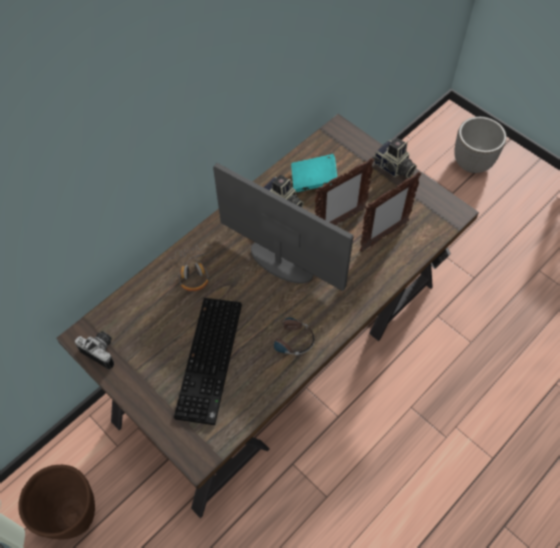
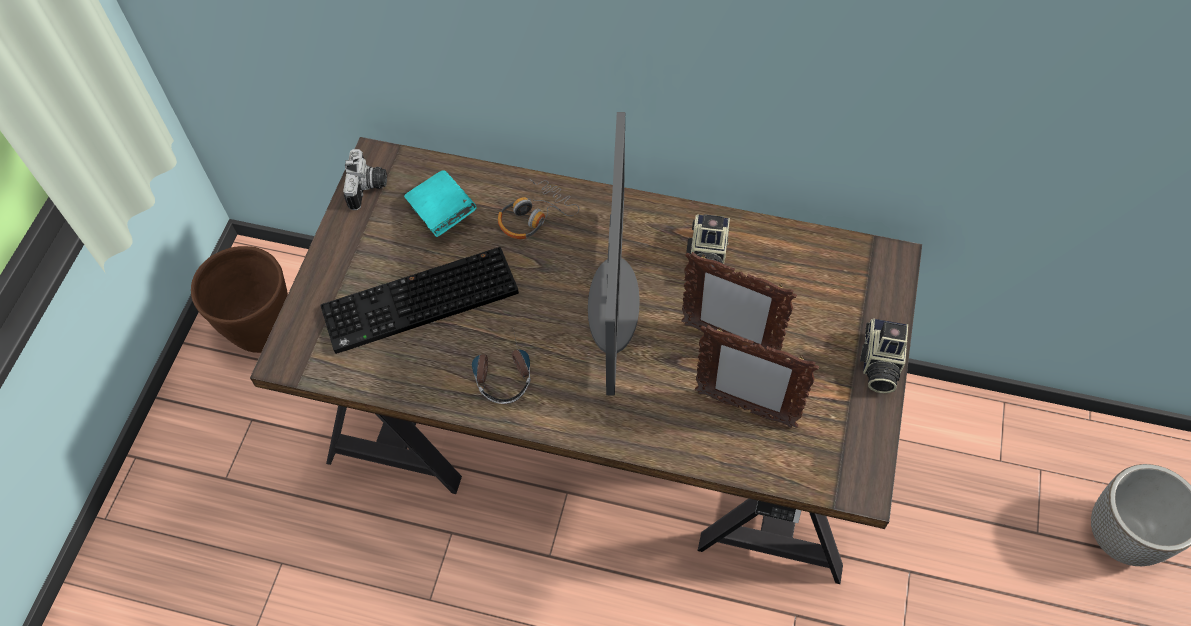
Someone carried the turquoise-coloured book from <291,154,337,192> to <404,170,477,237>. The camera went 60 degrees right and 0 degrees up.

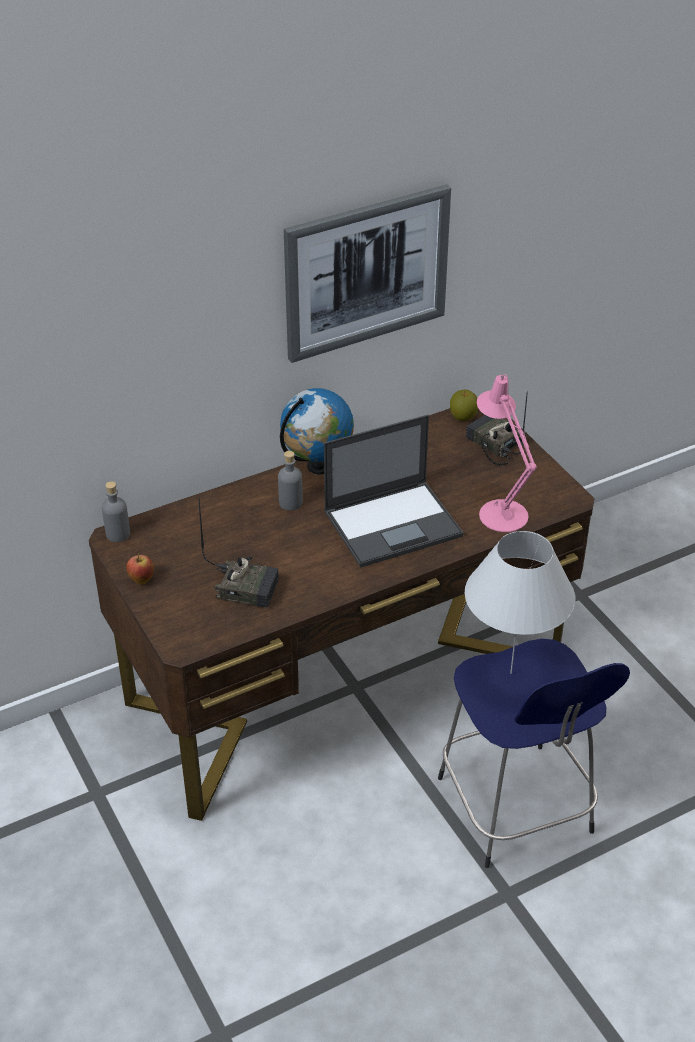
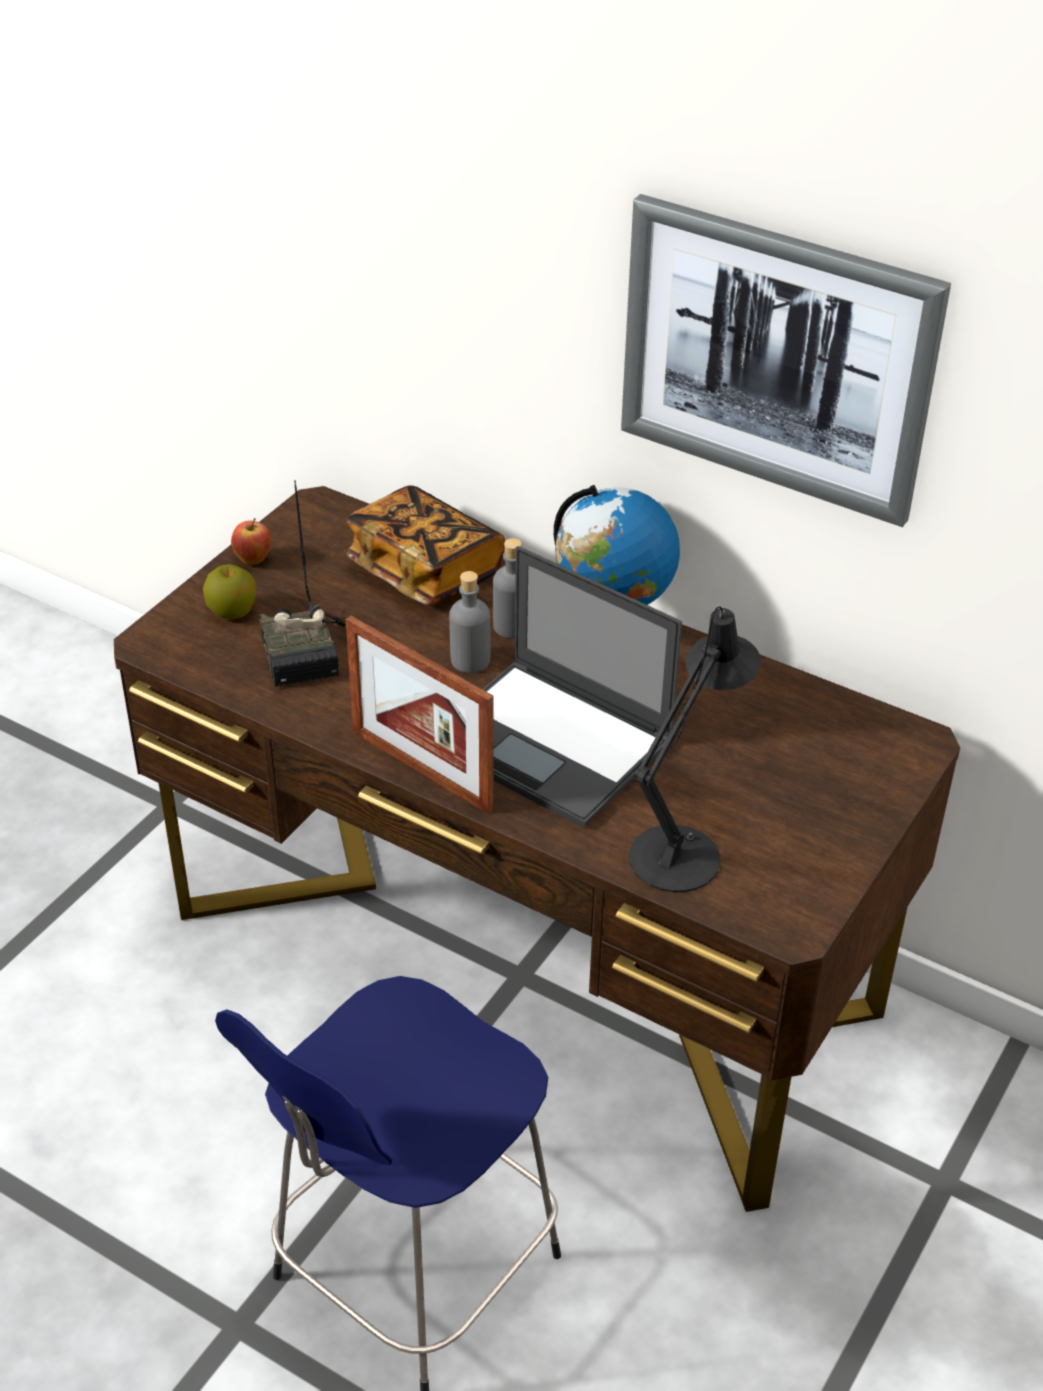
Someone carried the greyish bottle from <102,481,130,542> to <449,571,491,673>. Someone carried the apple fruit from <450,390,478,421> to <203,564,256,619>. Someone took away the whitish table lamp at <465,531,576,674>. Someone took away the radio receiver at <466,391,528,466>. Someone repainted the pinkish table lamp at <477,374,537,532>, which became the black-coloured table lamp at <629,606,761,892>. Someone put down the book at <344,485,505,606>. Someone put down the photo frame at <346,615,493,814>. The camera went 60 degrees right and 0 degrees up.

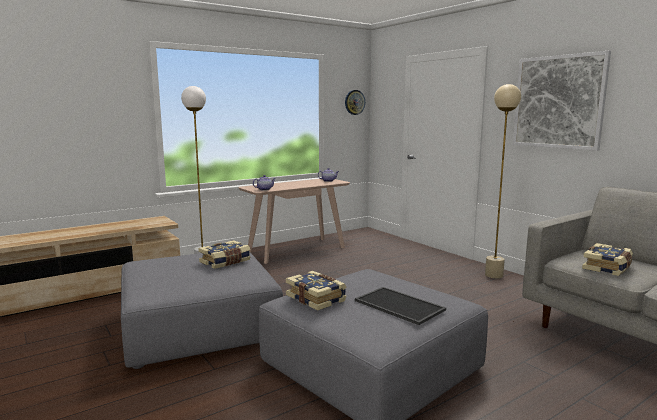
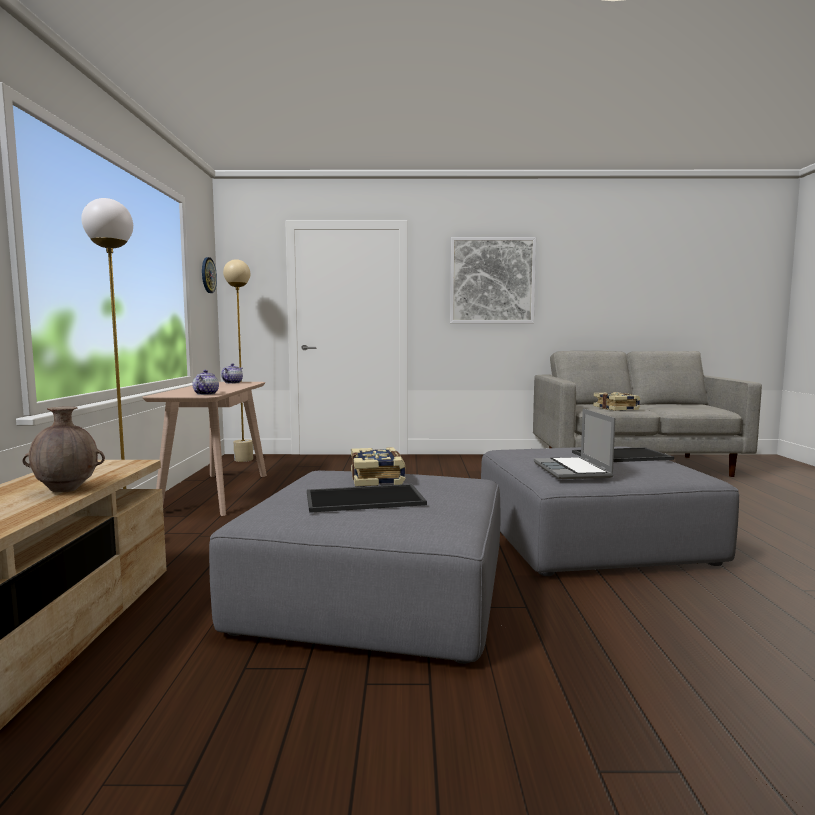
Someone swapped the book at <286,271,347,311> for the portable computer at <534,409,615,479>. Someone carried the beige-coloured standing lamp from <485,84,521,278> to <223,259,253,462>. Someone put down the brownish flower vase at <23,406,105,492>. Someone put down the tray at <307,484,427,513>. The camera went 55 degrees left and 5 degrees down.

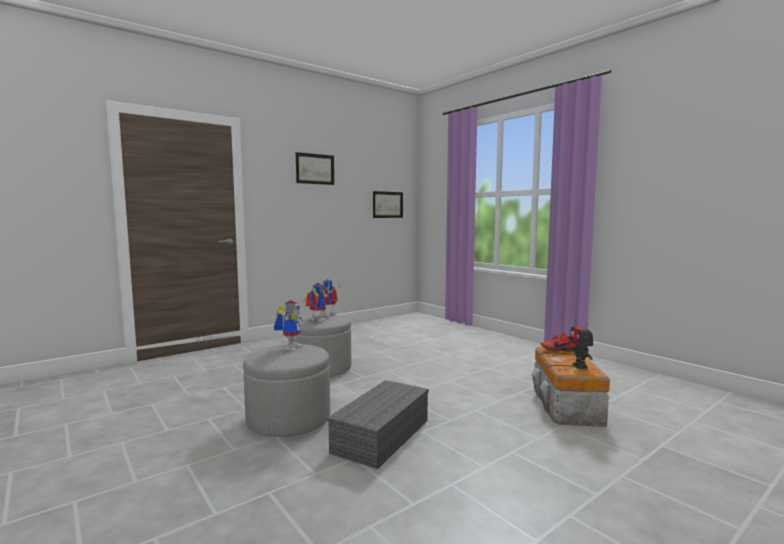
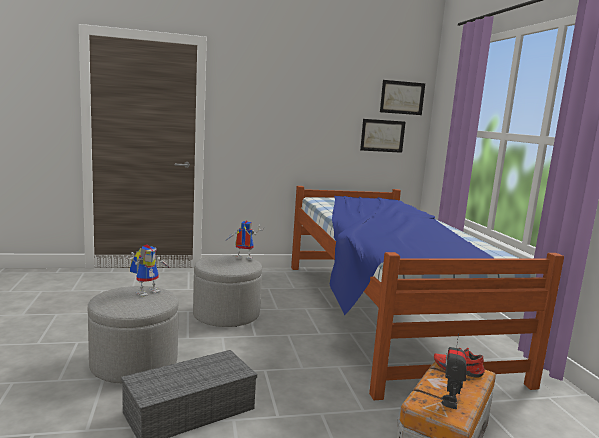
Someone carried the wall picture from <296,152,334,185> to <380,80,425,115>. Someone took away the model robot at <301,283,333,322>. Someone put down the sleeping bed at <291,186,564,400>. The camera went 25 degrees right and 5 degrees up.

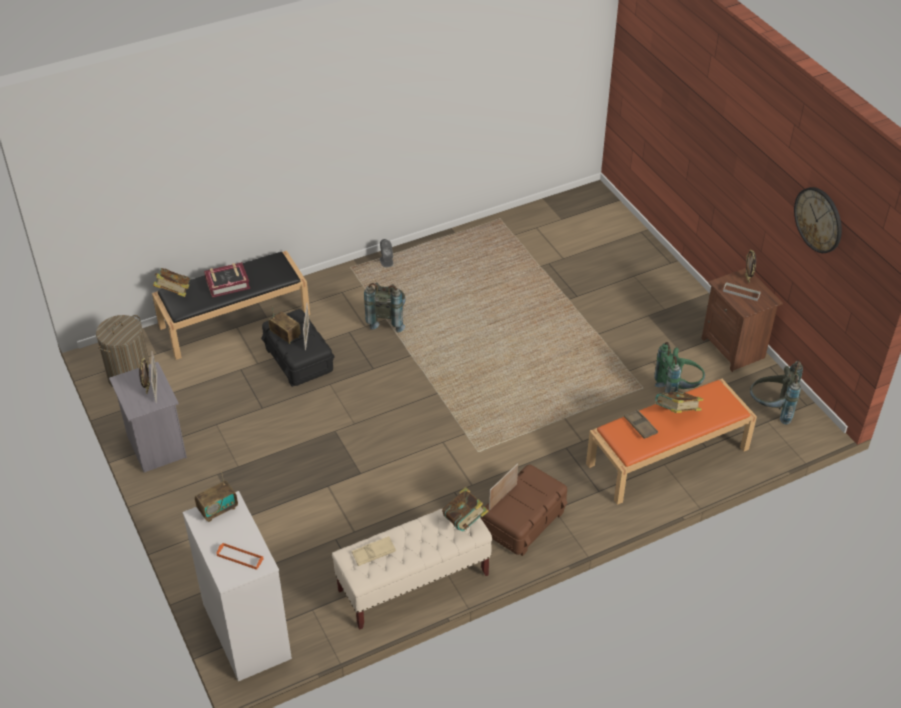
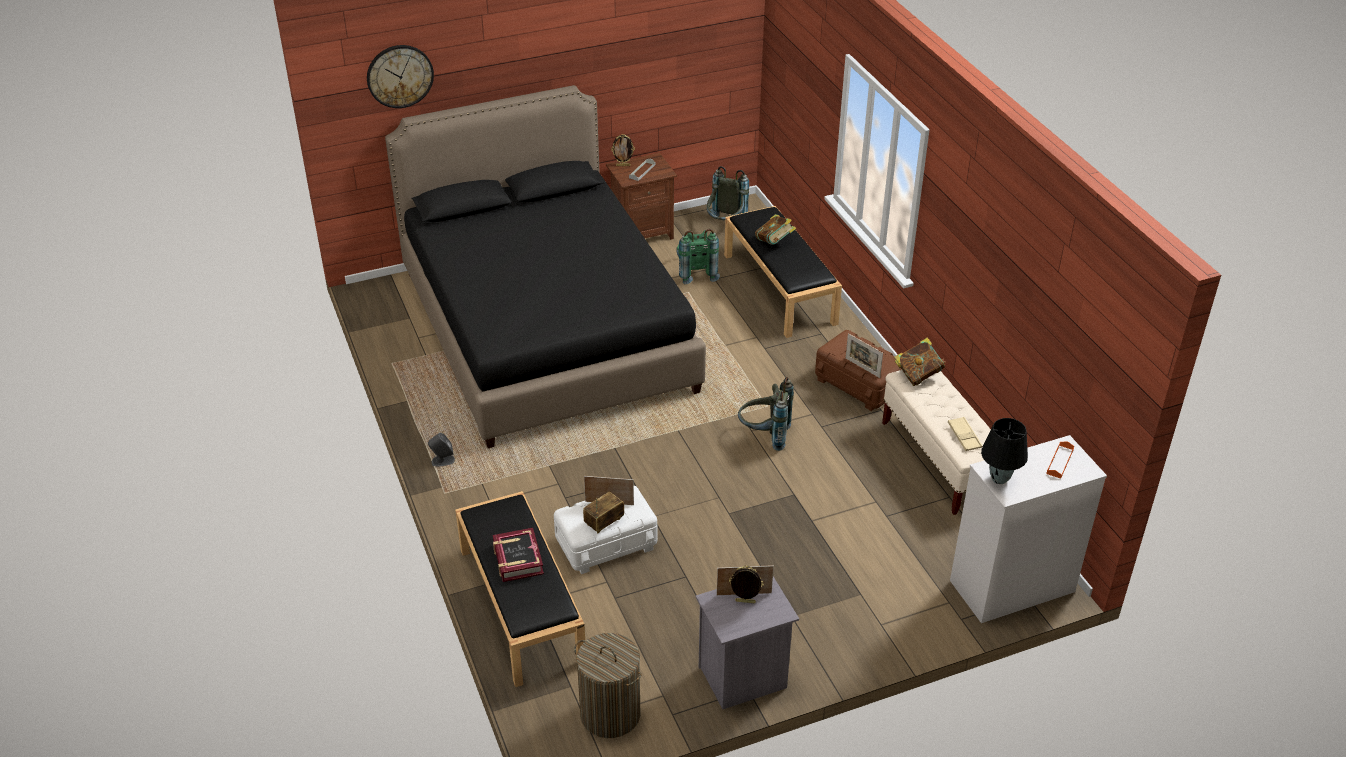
Someone took away the book at <153,268,190,297>. Someone swapped the radio receiver at <195,471,238,522> for the black-coloured table lamp at <981,418,1028,484>. Someone repainted the black-coloured storage container at <261,309,335,387>, which became the whitish storage container at <554,486,657,574>. Someone carried the greyish rucksack from <364,282,405,333> to <738,377,794,451>. Someone repainted the orangey bench at <586,379,757,505>, which became the black-coloured bench at <724,206,842,338>. Someone took away the brownish tray at <624,410,658,439>. Someone carried the clock on the wall from <794,187,842,253> to <367,45,434,108>. Someone put down the black-coloured sleeping bed at <385,85,706,448>. The camera went 85 degrees left and 5 degrees down.

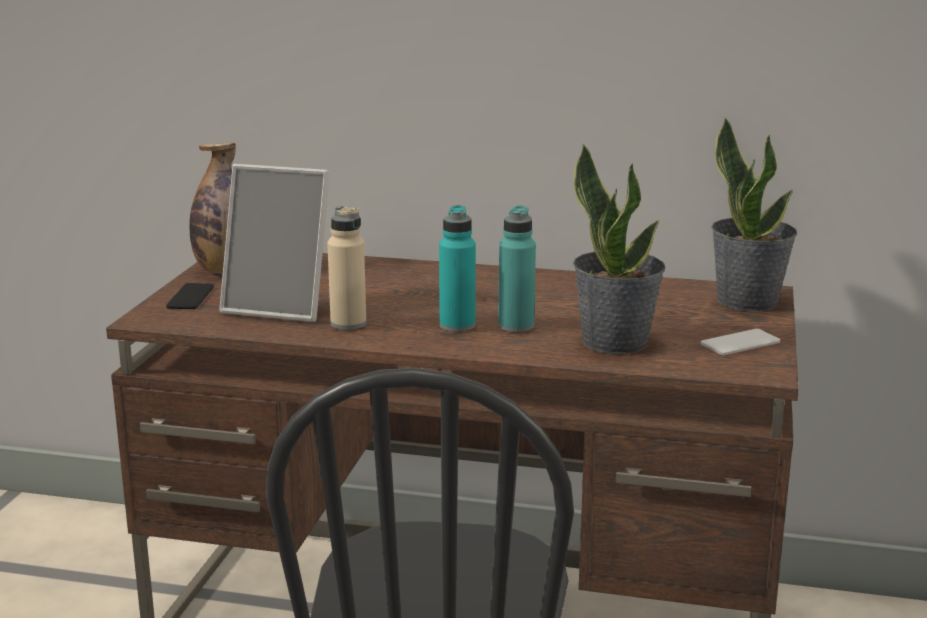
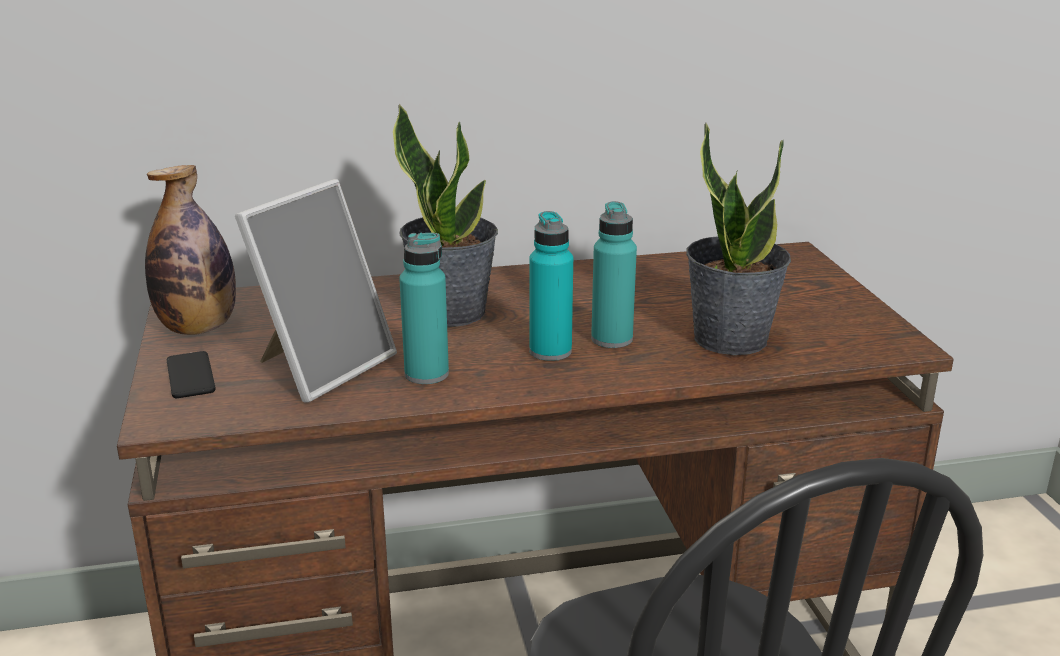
Someone rotated the photo frame at <219,164,330,322> by 45 degrees counterclockwise. Someone repainted the beige-coloured bottle at <327,206,366,330>, which became the turquoise-coloured bottle at <399,233,449,384>. Someone took away the handset at <701,329,780,355>. Someone carried the potted plant from <711,117,797,311> to <393,104,498,327>. The camera went 25 degrees left and 5 degrees up.

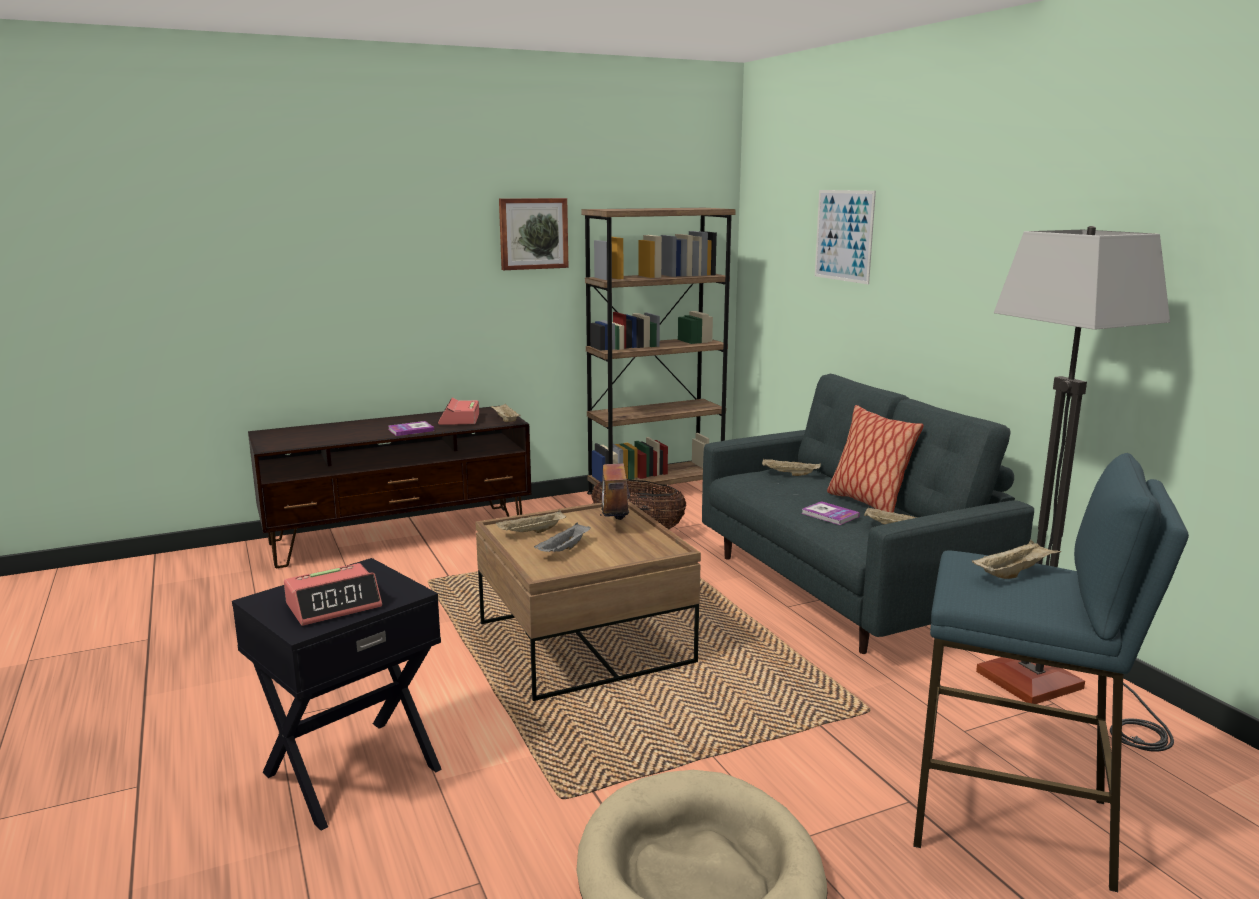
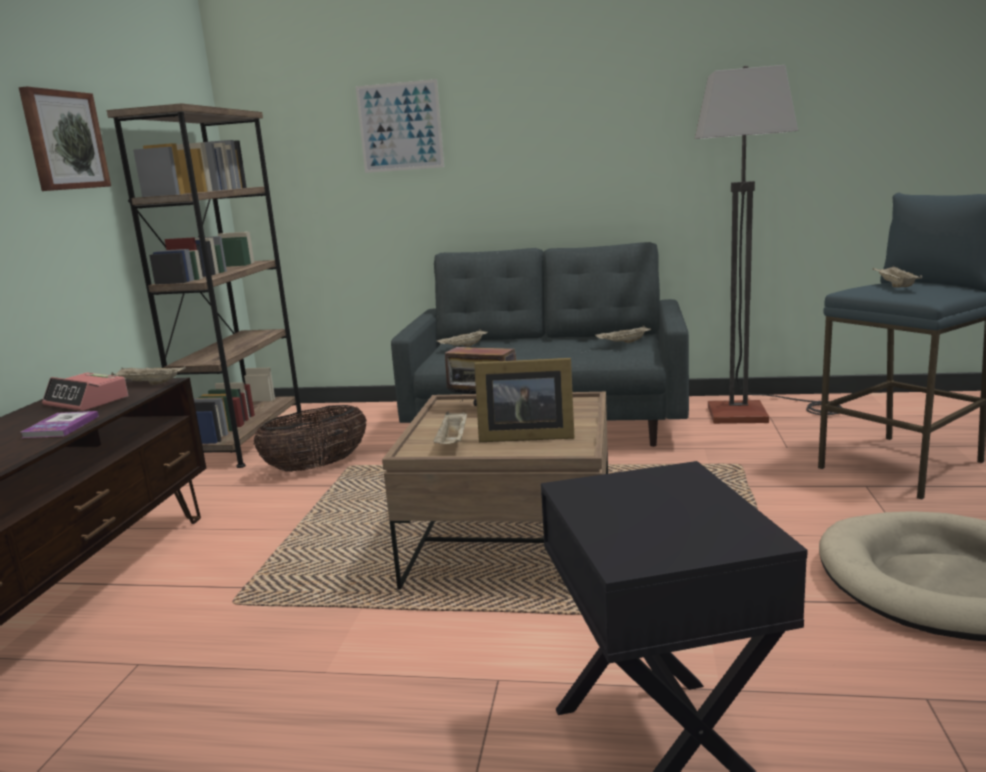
Someone took away the bedside clock at <284,563,382,626>. Someone swapped the greyish tray at <534,523,591,552> for the photo frame at <474,358,575,442>. Someone took away the book at <801,501,860,525>. Someone took away the throw pillow at <827,405,924,513>. The camera went 55 degrees left and 0 degrees up.

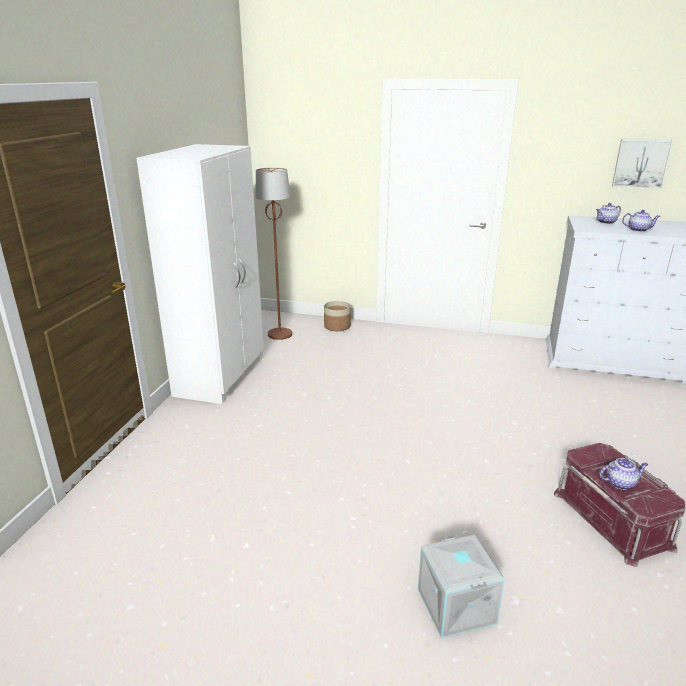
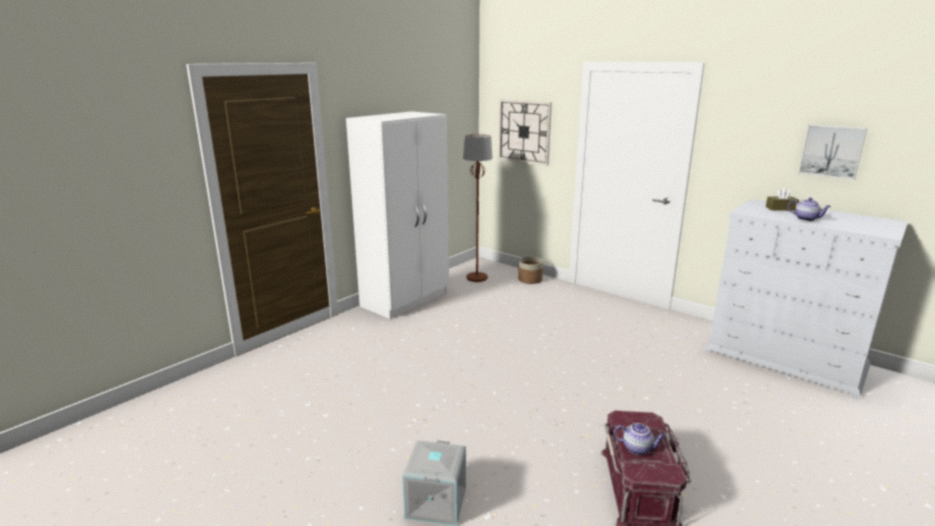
Someone swapped the teapot at <596,203,621,224> for the brownish tissue holder at <766,188,799,211>. Someone put up the clock on the wall at <498,100,552,166>. The camera went 25 degrees right and 5 degrees down.

